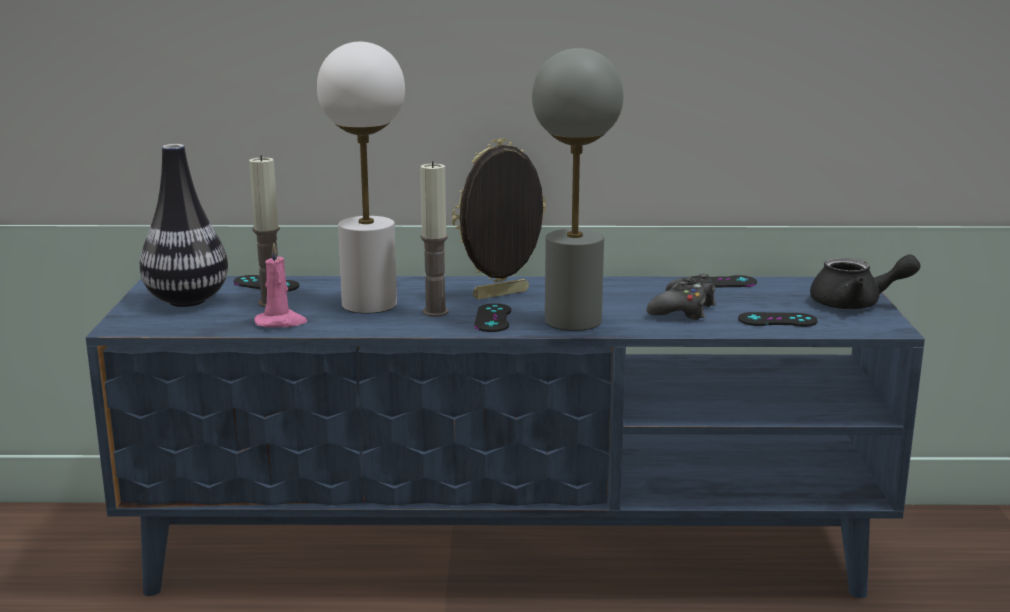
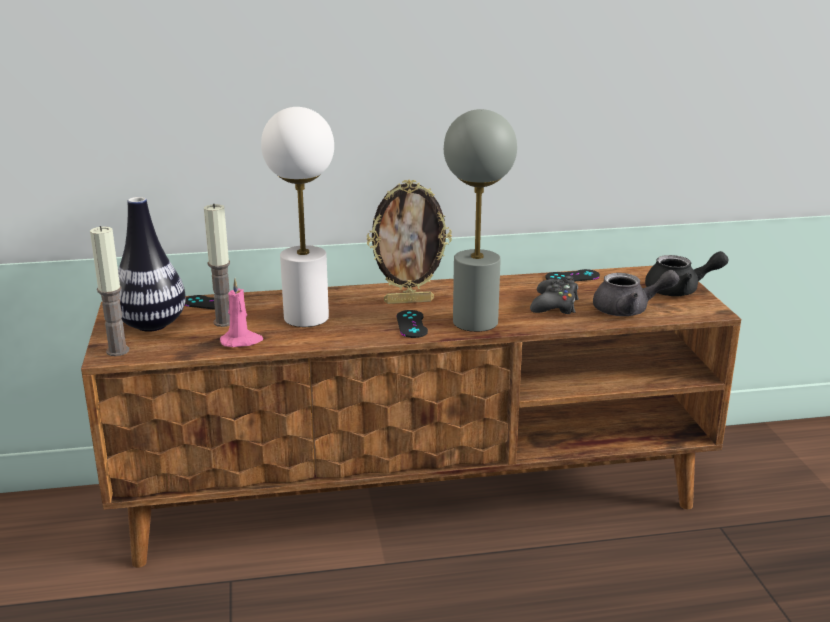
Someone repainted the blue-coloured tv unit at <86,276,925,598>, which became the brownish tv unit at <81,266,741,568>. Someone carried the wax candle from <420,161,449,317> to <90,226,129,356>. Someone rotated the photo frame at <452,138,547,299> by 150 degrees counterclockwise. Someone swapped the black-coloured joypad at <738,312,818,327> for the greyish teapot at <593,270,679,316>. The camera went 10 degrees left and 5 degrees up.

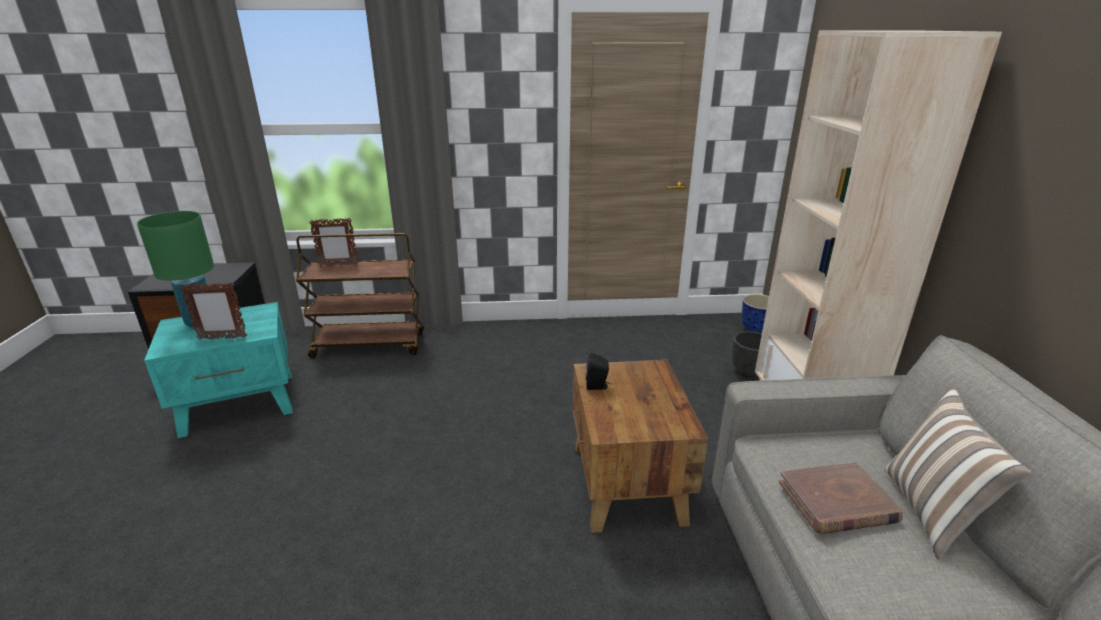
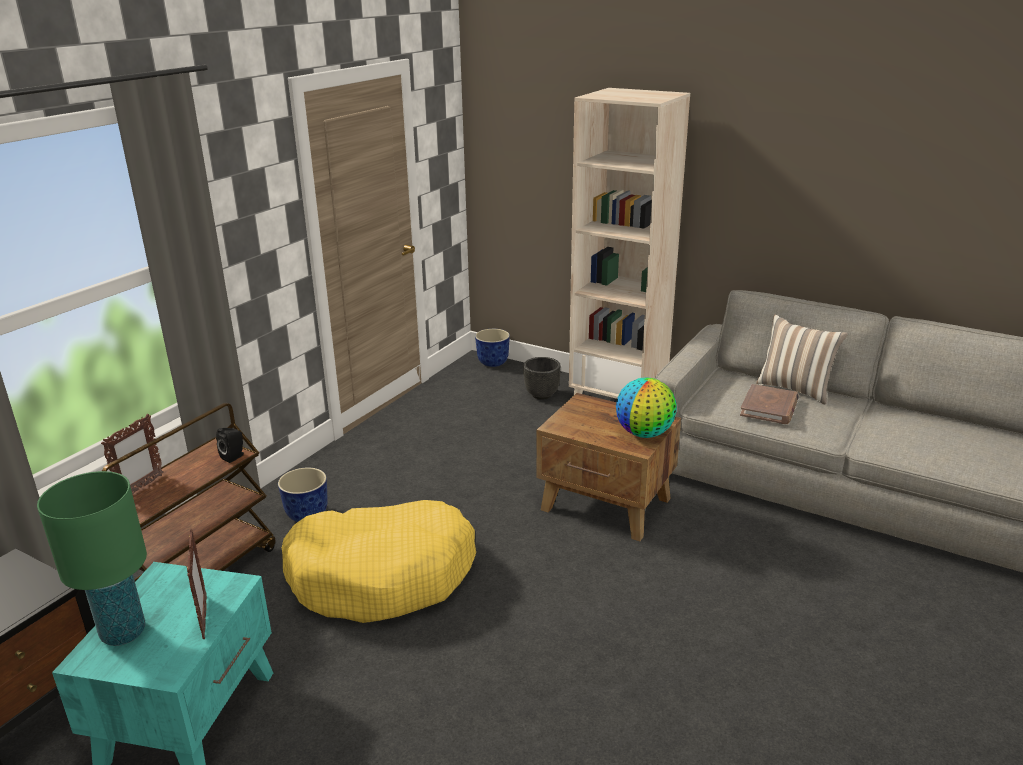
Someone rotated the photo frame at <180,282,247,340> by 45 degrees counterclockwise. Someone carried the black-coloured loudspeaker from <586,353,610,390> to <216,428,244,463>. Someone put down the plant pot at <278,468,328,522>. Someone put down the yellow dog cushion at <282,500,476,623>. Someone put down the desk globe at <616,378,677,438>. The camera went 55 degrees left and 0 degrees up.

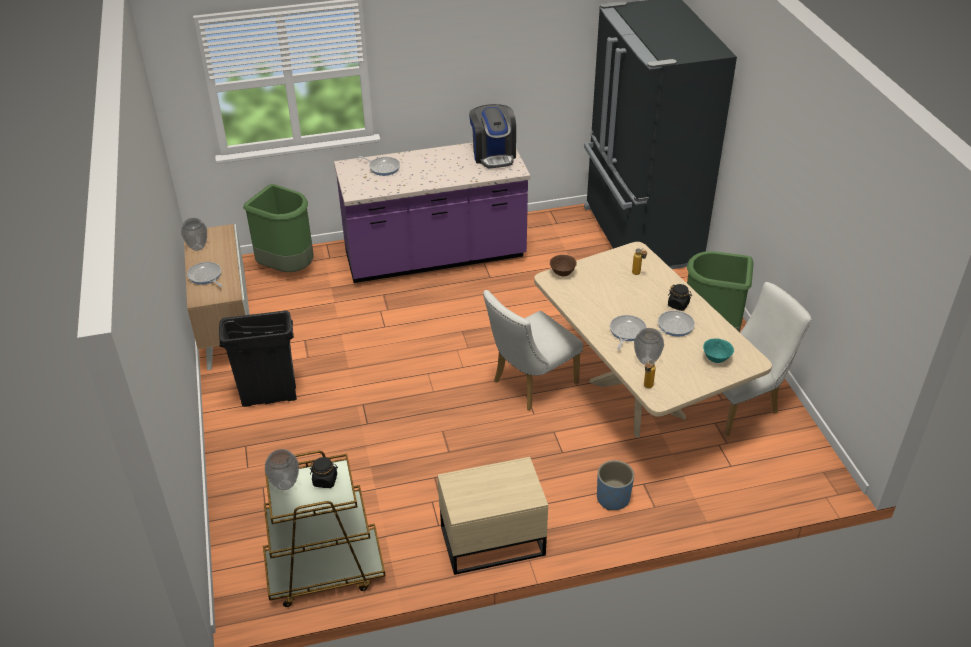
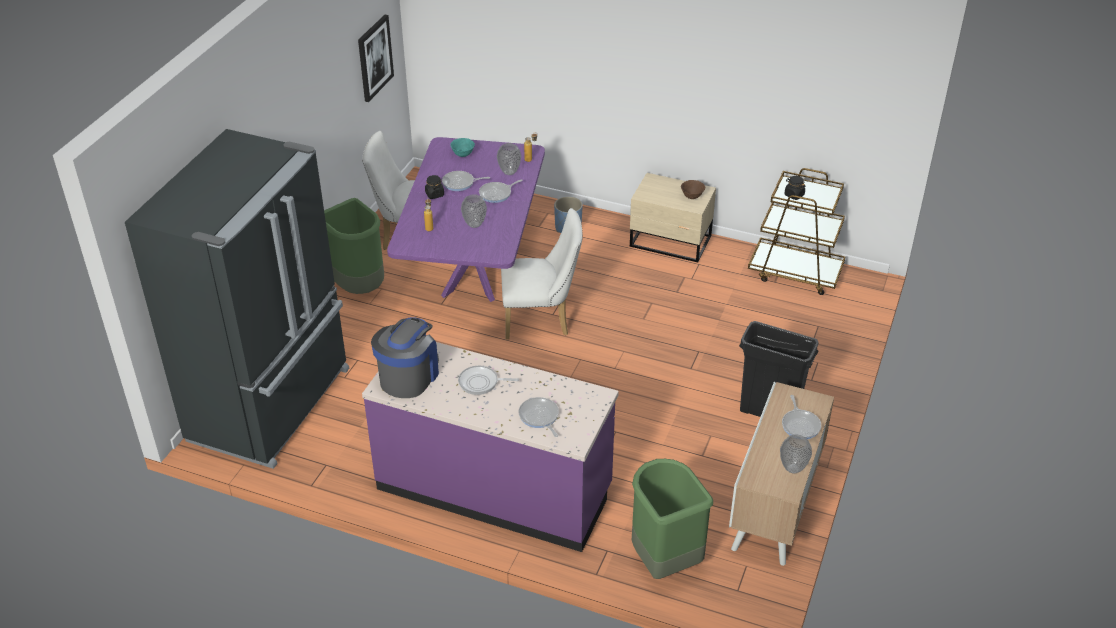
Someone carried the flower vase from <265,449,299,490> to <461,194,487,228>. Someone repainted the beige-coloured kitchen table at <534,242,772,438>, which became the purple-coloured kitchen table at <387,137,545,302>. Someone carried the brownish bowl from <550,255,577,276> to <681,180,705,199>. Someone put up the wall picture at <358,15,394,102>. Someone put down the skillet at <458,366,519,395>. The camera went 145 degrees left and 0 degrees up.

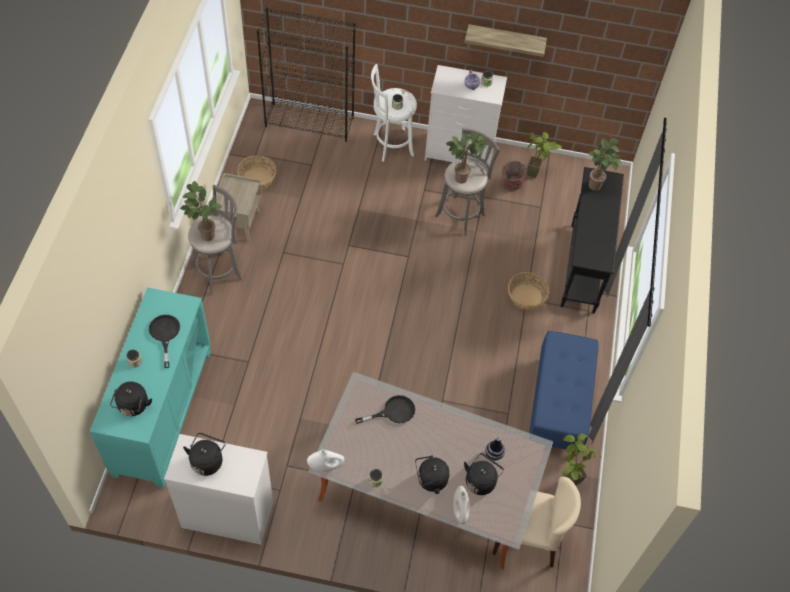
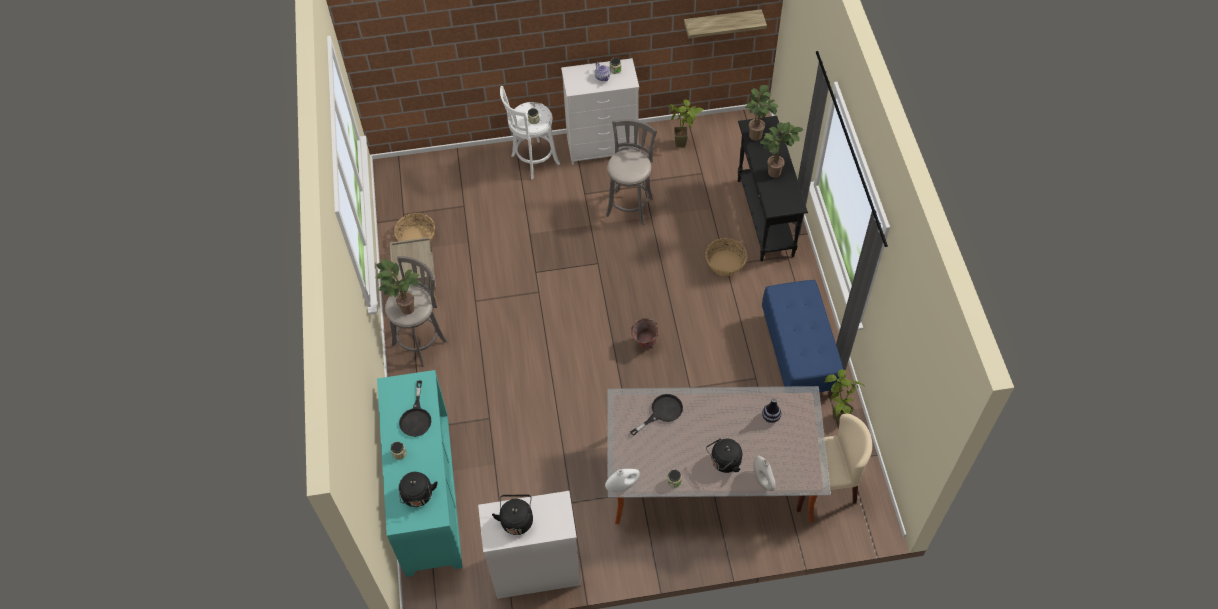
Someone rotated the black-coloured skillet at <149,315,180,368> by 150 degrees counterclockwise. Someone took away the black-coloured bookshelf at <257,7,356,142>. Someone carried the potted plant from <446,132,490,183> to <760,122,803,178>. Someone carried the wall shelf from <464,24,547,57> to <684,9,767,38>. Someone took away the black-coloured tea kettle at <464,453,504,495>. Someone carried the bucket from <501,161,527,190> to <630,318,658,348>. The camera went 15 degrees left and 0 degrees up.

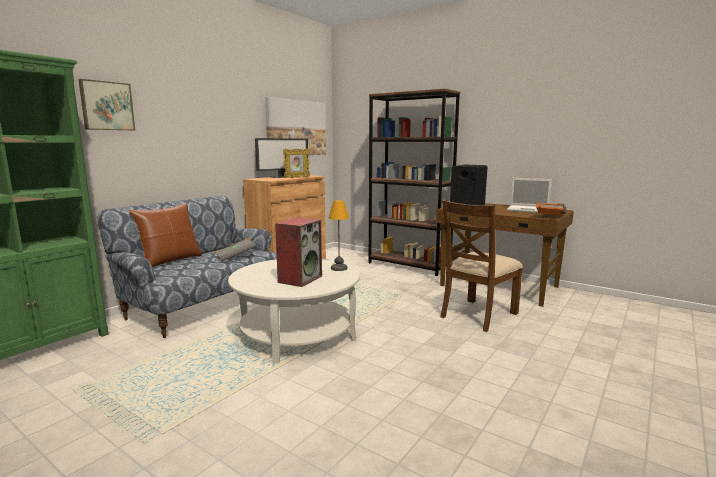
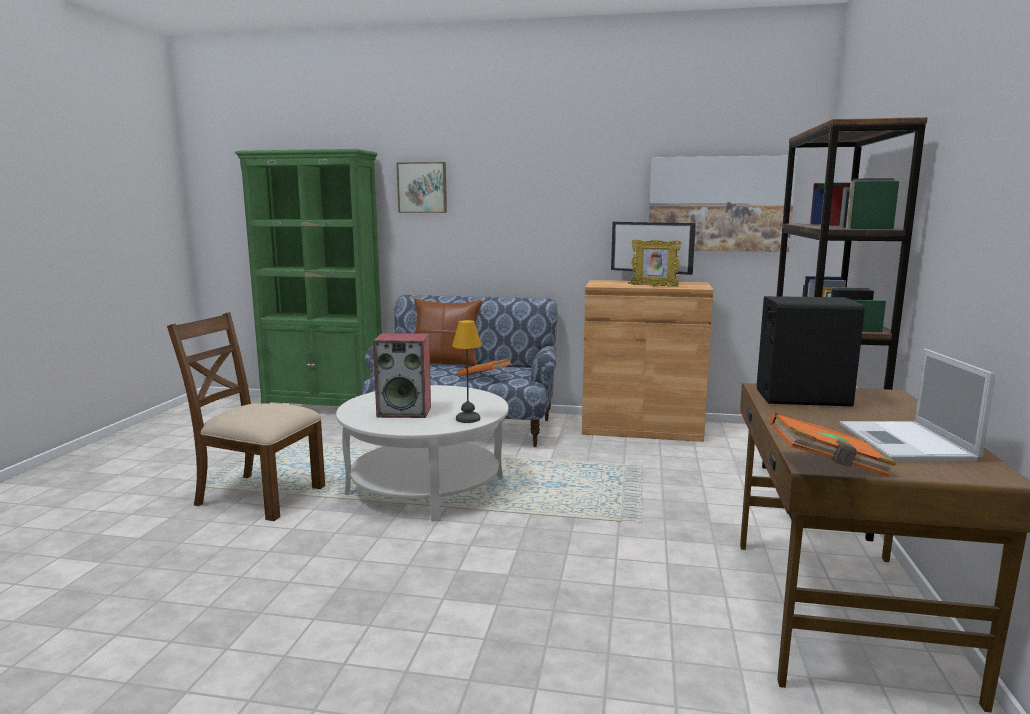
Someone repainted the greyish book at <215,238,255,262>, which became the orangey book at <458,357,512,376>. Someone carried the brownish upright chair from <440,199,523,332> to <167,312,325,521>. The camera went 65 degrees right and 0 degrees up.

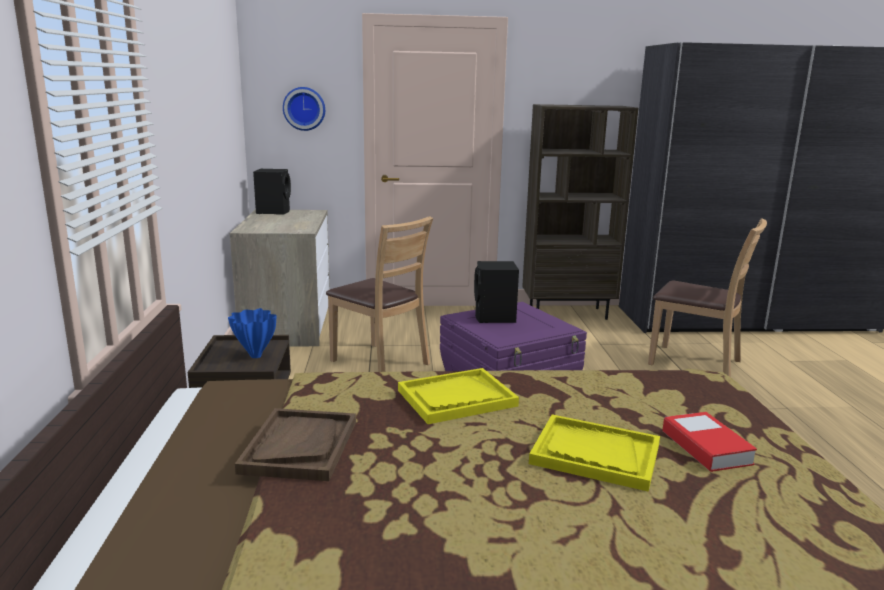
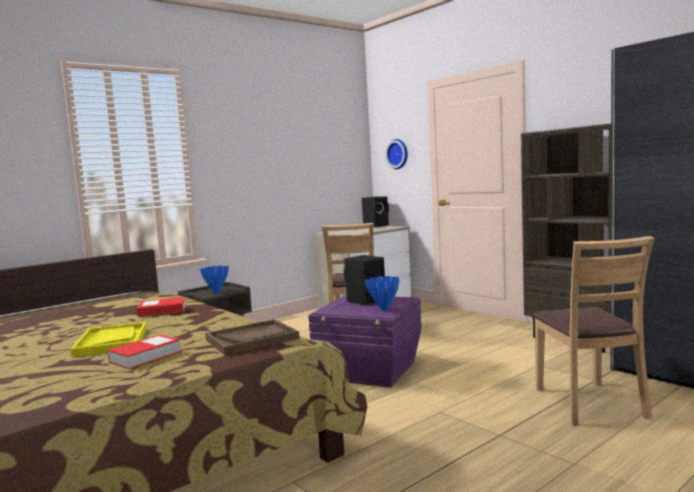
Someone carried the brownish tray from <235,408,356,481> to <205,319,299,355>. Someone swapped the yellow tray at <398,368,519,424> for the book at <137,297,186,317>. Someone put down the blue-coloured flower vase at <365,276,399,311>. The camera went 55 degrees right and 10 degrees down.

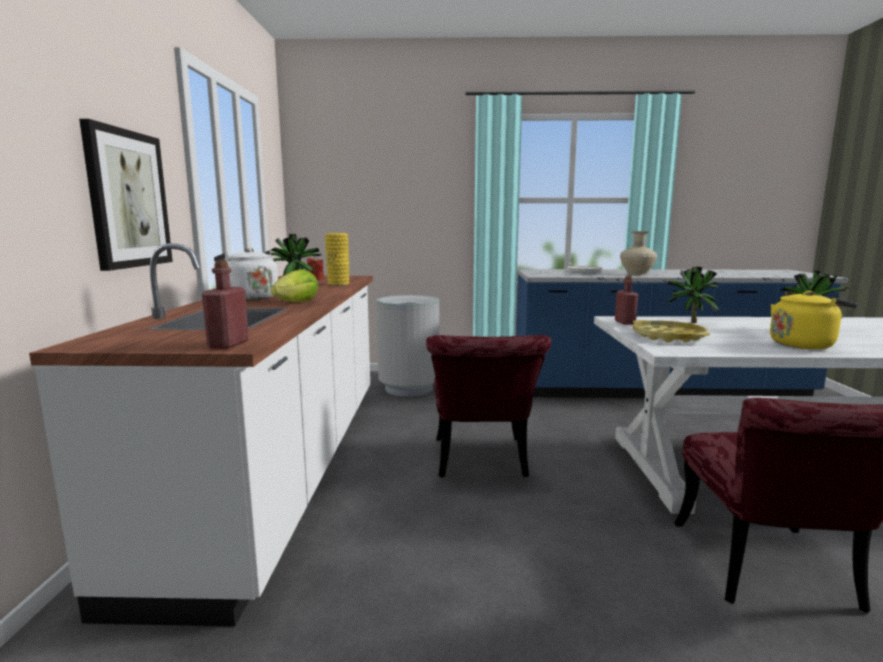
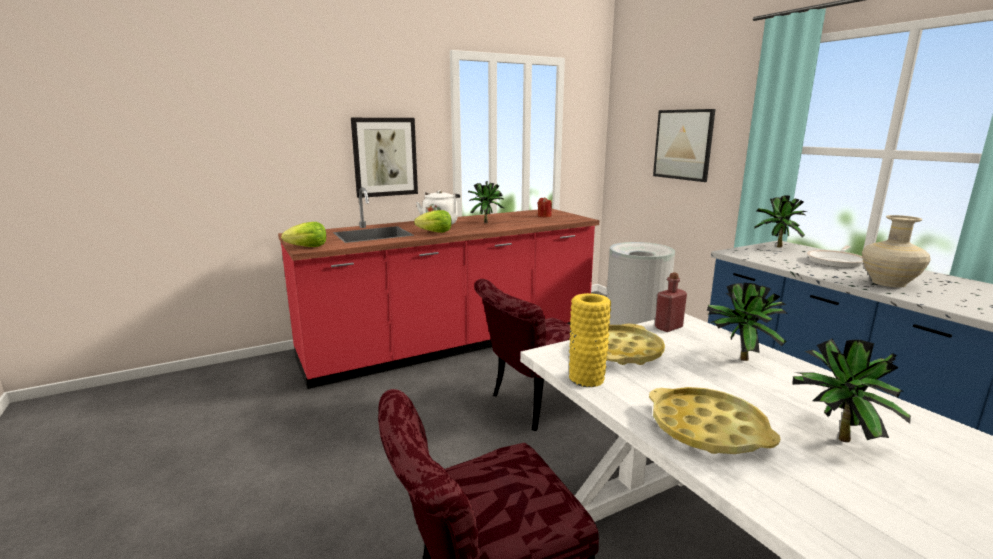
Someone repainted the whitish kitchen base unit at <29,243,373,626>, which became the reddish kitchen base unit at <278,187,599,389>. Someone swapped the reddish bottle at <202,260,249,349> for the head of lettuce at <281,222,326,247>. Someone carried the yellow flower vase from <325,233,349,286> to <569,293,611,387>. Someone swapped the yellow tea kettle at <770,291,858,349> for the yellow tray at <649,387,781,454>. Someone put up the wall picture at <653,109,715,182>. Someone put down the potted plant at <754,195,807,248>. The camera went 60 degrees right and 5 degrees up.

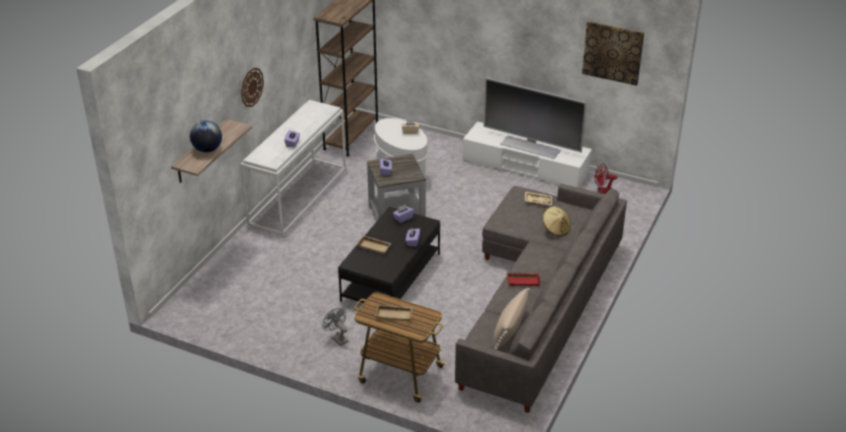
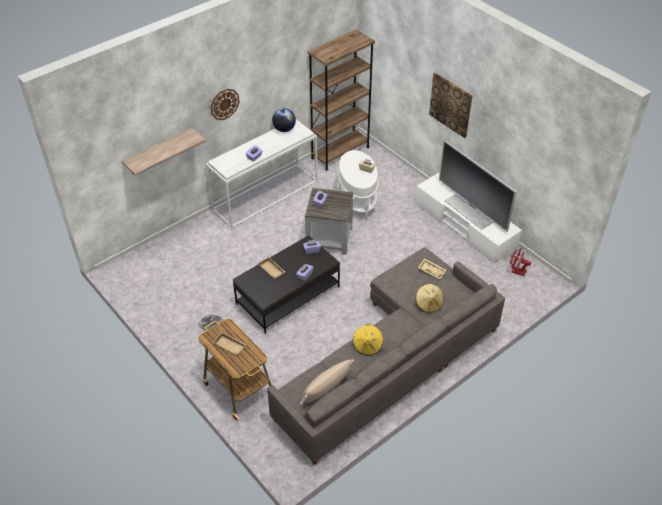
Someone carried the desk globe from <190,121,222,152> to <272,108,296,132>. Someone swapped the reddish tray at <507,273,541,286> for the yellow wearable hat at <353,324,383,356>. Someone carried the wall picture from <582,21,644,86> to <429,72,473,138>. The camera went 25 degrees right and 10 degrees up.

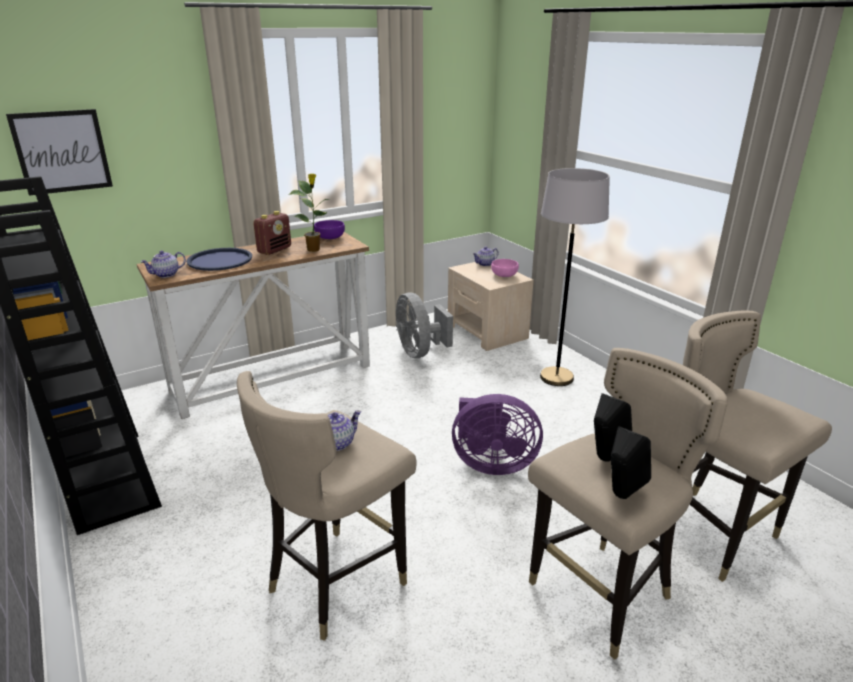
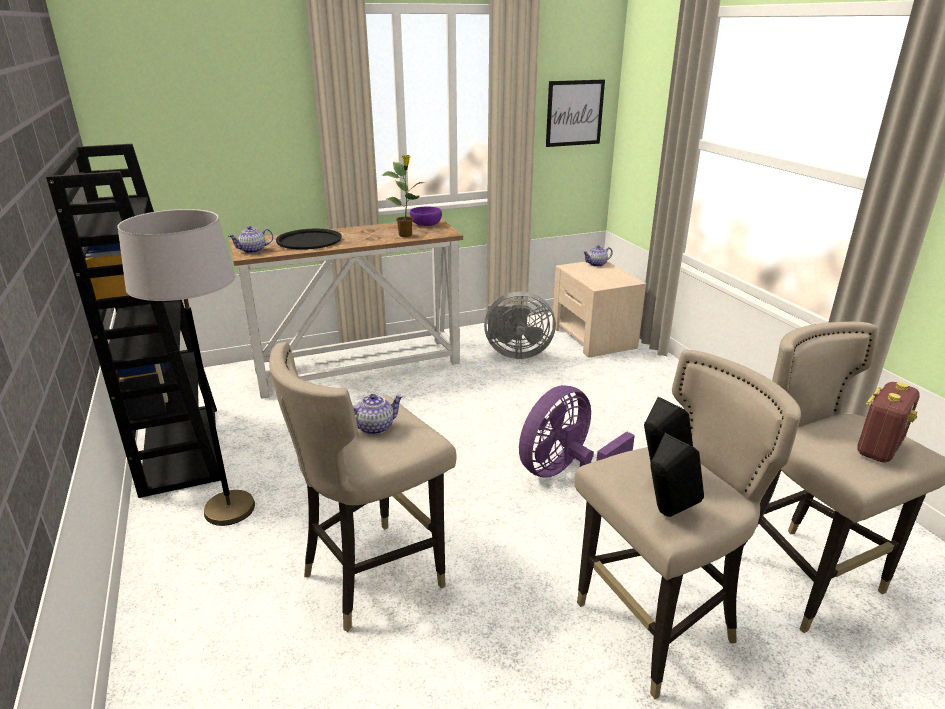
Someone carried the wall picture from <6,109,113,196> to <546,80,605,147>. Someone repainted the blue-coloured tray at <186,248,252,271>, which became the black-coloured tray at <276,229,342,250>. Someone carried the radio receiver from <253,211,291,255> to <857,382,919,463>. Someone rotated the greyish cooling fan at <395,293,453,358> by 75 degrees counterclockwise. Someone rotated the purple-coloured cooling fan at <452,394,543,475> by 120 degrees clockwise. Someone took away the pinkish bowl at <491,259,519,277>. Someone carried the greyish standing lamp from <540,168,610,386> to <117,209,255,526>. The camera went 10 degrees right and 0 degrees up.

